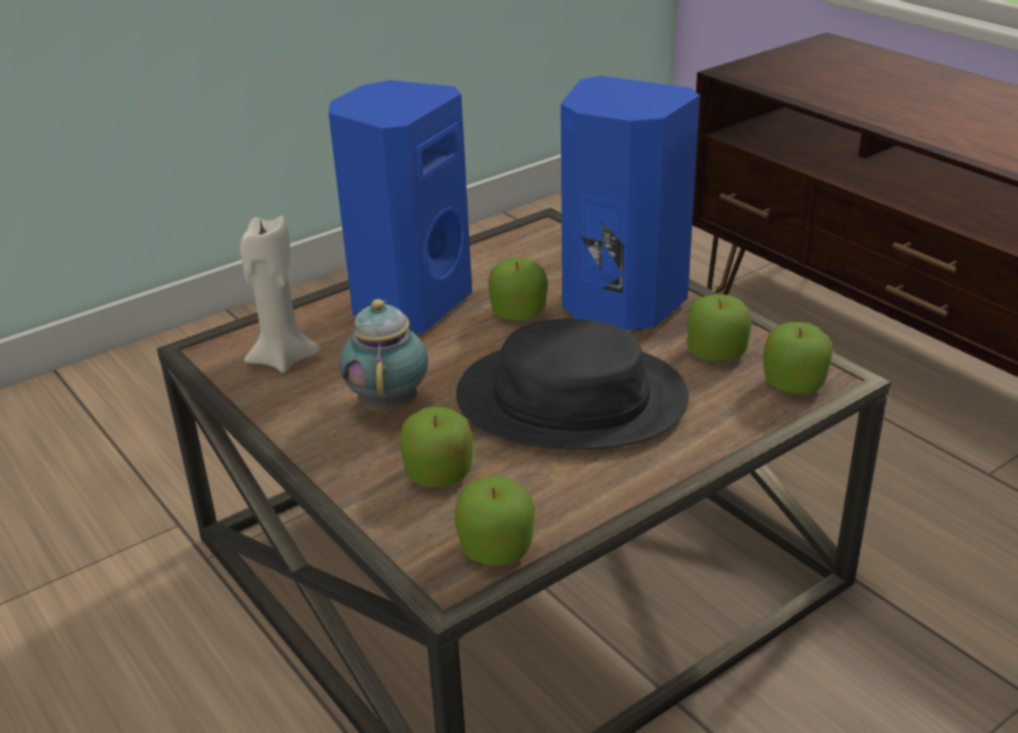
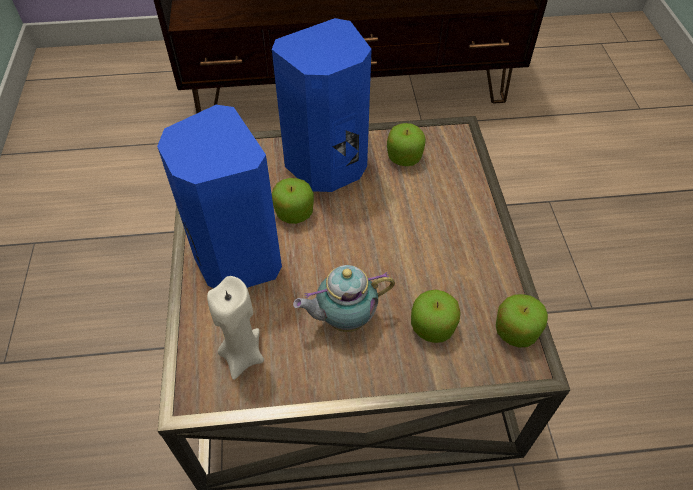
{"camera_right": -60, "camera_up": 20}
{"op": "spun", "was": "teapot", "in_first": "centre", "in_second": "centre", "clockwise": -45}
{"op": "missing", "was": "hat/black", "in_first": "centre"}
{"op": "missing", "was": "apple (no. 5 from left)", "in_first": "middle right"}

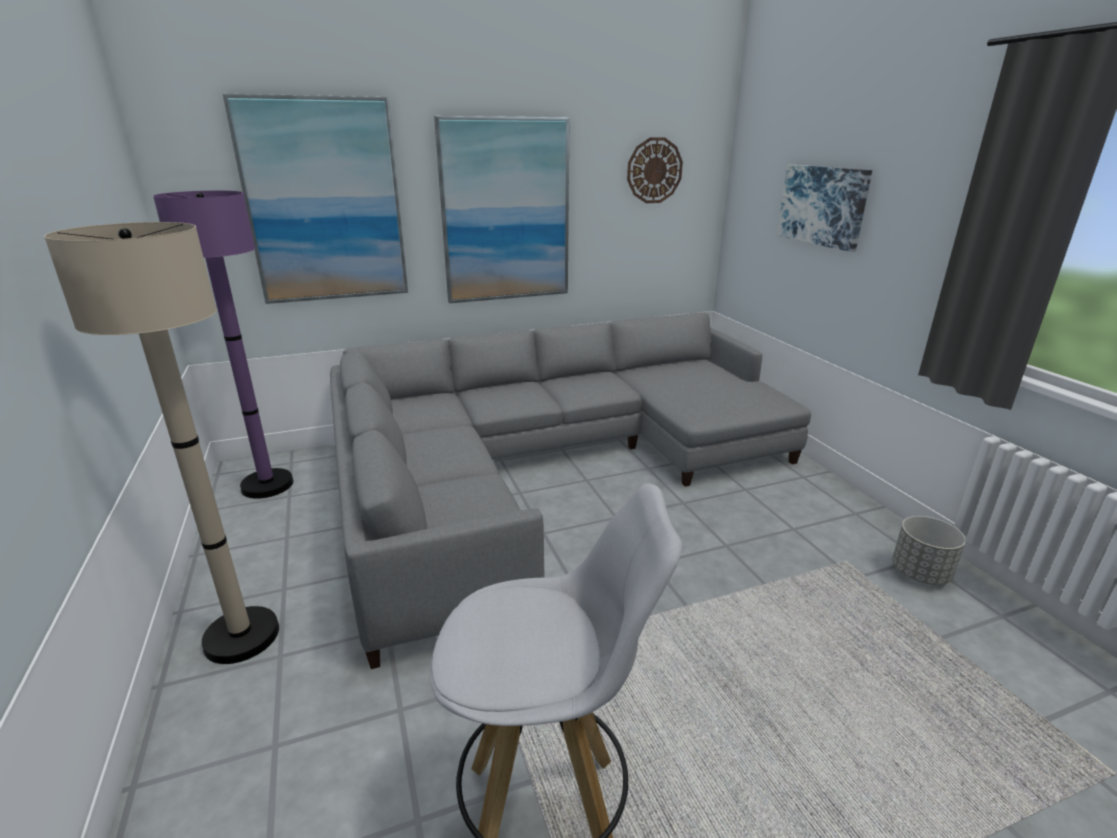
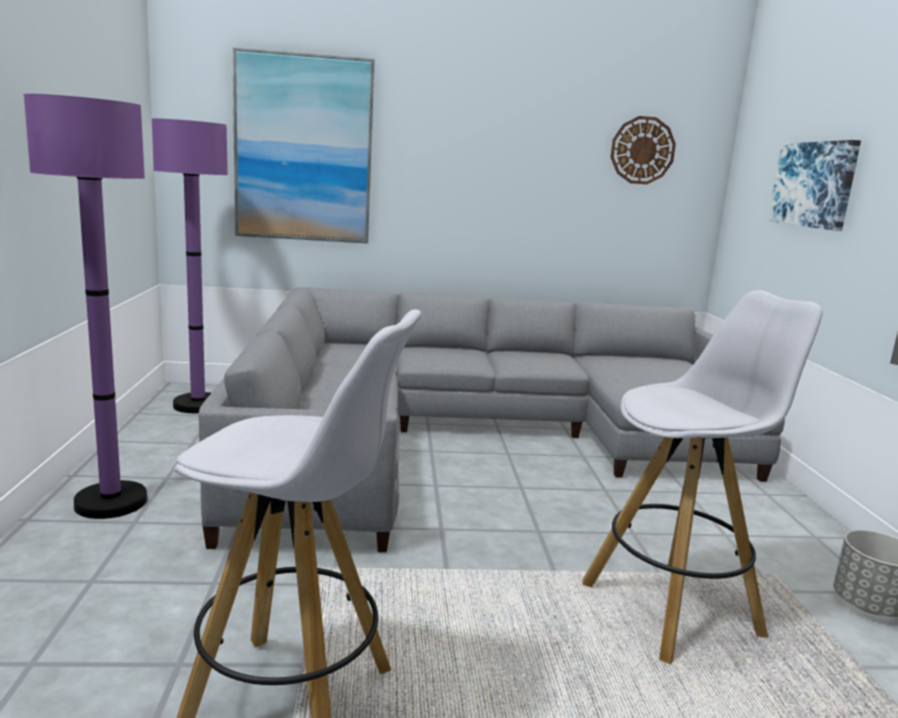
{"camera_right": 15, "camera_up": -10}
{"op": "missing", "was": "picture (no. 2 from left)", "in_first": "top centre"}
{"op": "colour", "was": "floor lamp/beige", "now": "floor lamp/purple (no. 1 from left)", "in_first": "middle left", "in_second": "middle left"}
{"op": "appeared", "now": "stool/white (no. 2 from left)", "in_second": "middle right"}

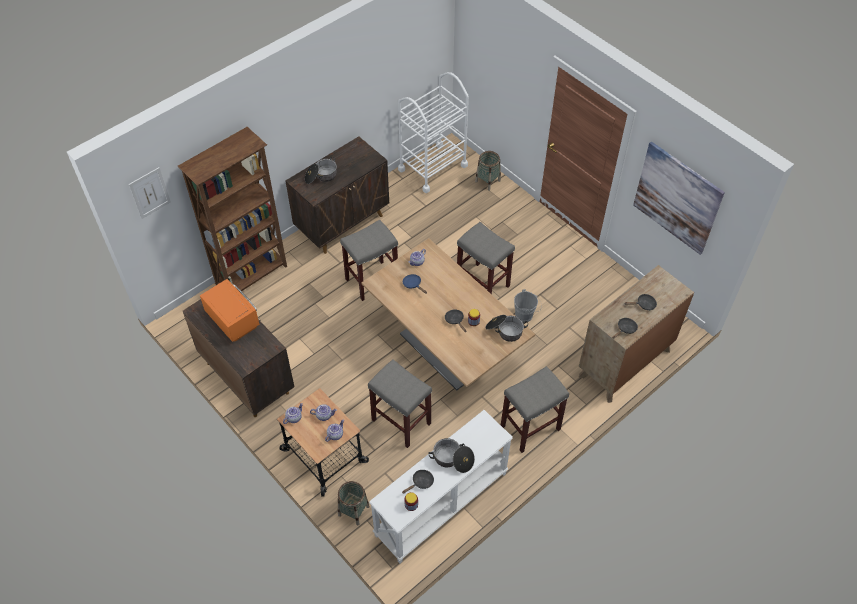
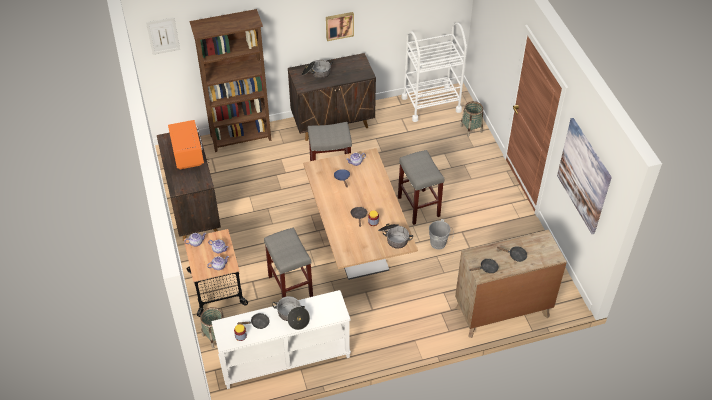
{"camera_right": 25, "camera_up": -5}
{"op": "missing", "was": "stool/grey (no. 4 from left)", "in_first": "bottom centre"}
{"op": "appeared", "now": "picture (no. 2 from left)", "in_second": "top centre"}

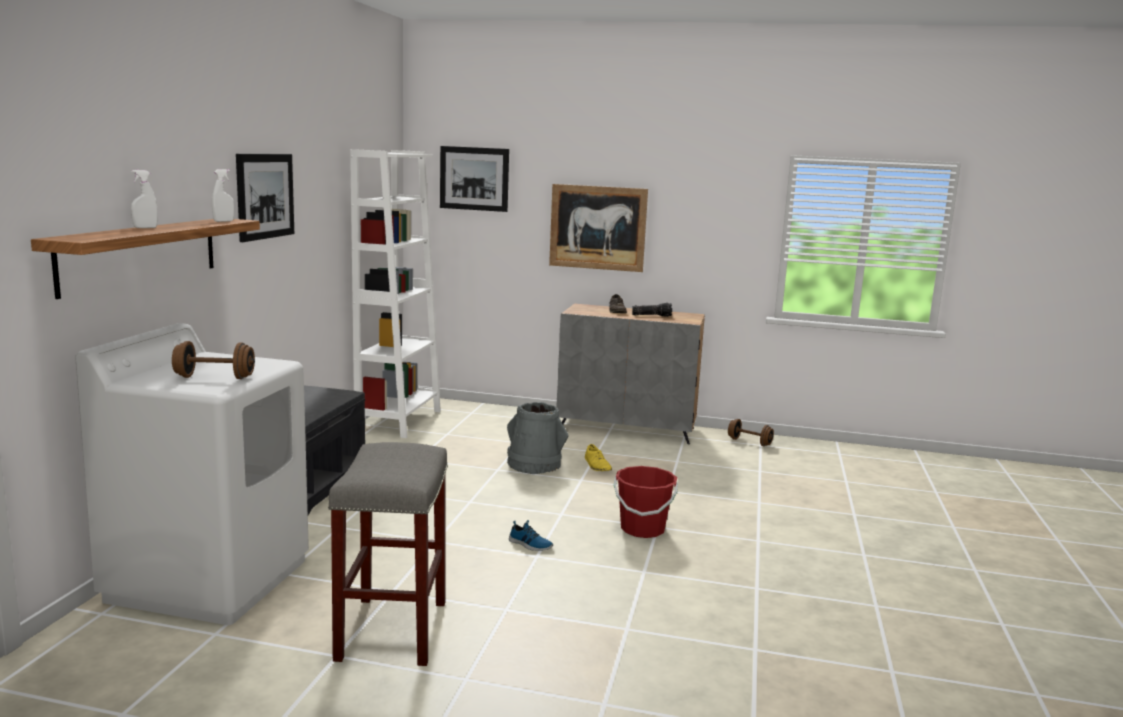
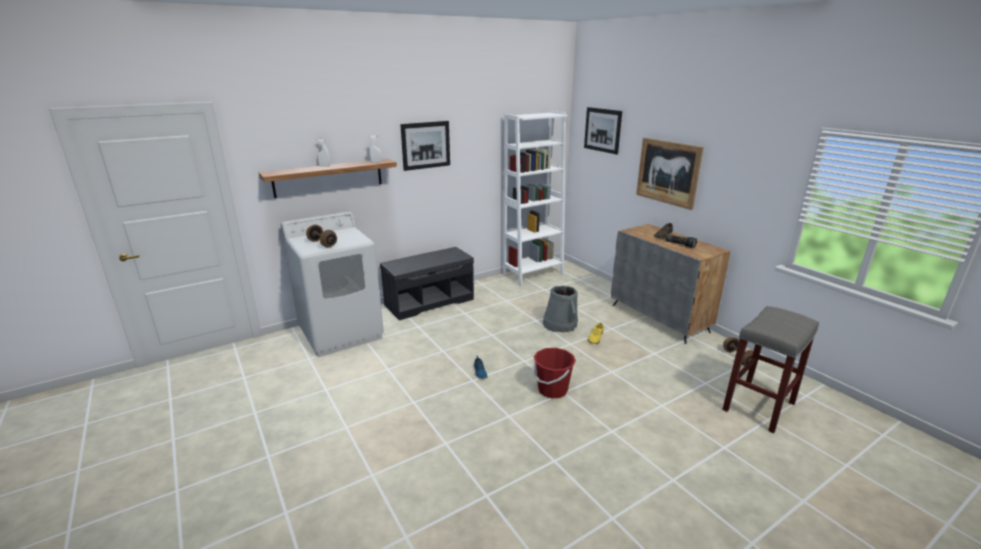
{"camera_right": 45, "camera_up": 10}
{"op": "relocated", "was": "stool/grey", "in_first": "bottom centre", "in_second": "bottom right"}

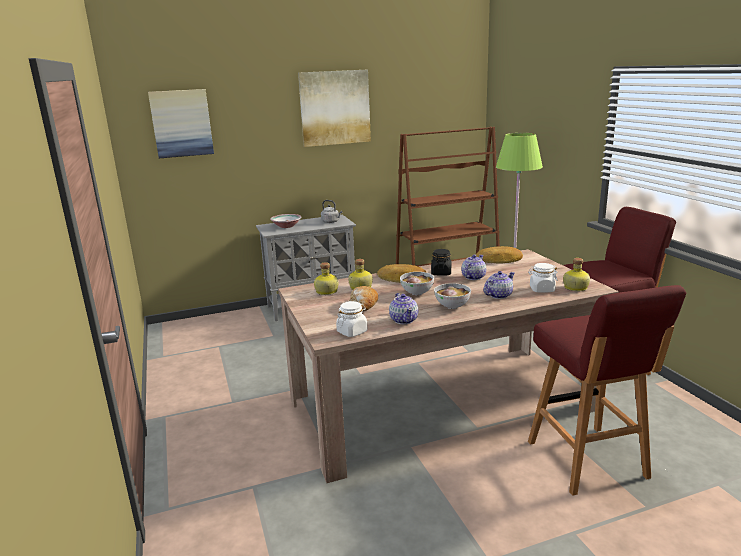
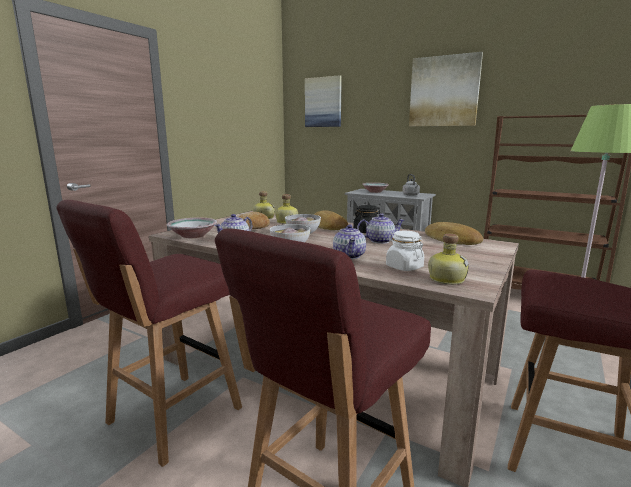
{"camera_right": 50, "camera_up": -5}
{"op": "spun", "was": "teapot (no. 3 from left in the first image)", "in_first": "middle right", "in_second": "centre", "clockwise": 75}
{"op": "exchanged", "was": "jar/white (no. 1 from left)", "now": "bowl (no. 1 from left)", "in_first": "centre", "in_second": "middle left"}
{"op": "appeared", "now": "stool/red (no. 1 from left)", "in_second": "bottom left"}

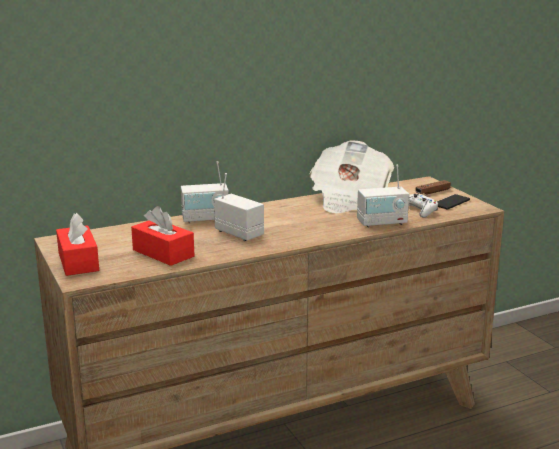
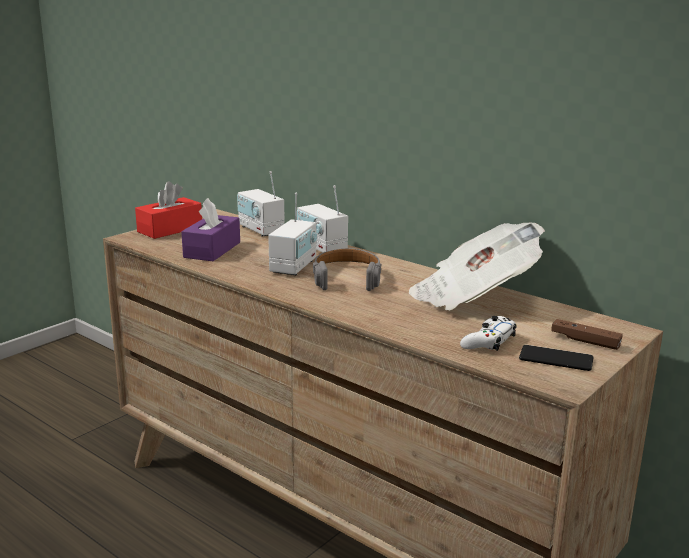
{"camera_right": 65, "camera_up": 0}
{"op": "relocated", "was": "radio (no. 3 from left in the first image)", "now": "radio (no. 1 from left)", "in_first": "middle right", "in_second": "centre"}
{"op": "colour", "was": "tissue box/red (no. 2 from left)", "now": "tissue box/purple", "in_first": "middle left", "in_second": "middle left"}
{"op": "appeared", "now": "headphones/grey", "in_second": "centre"}

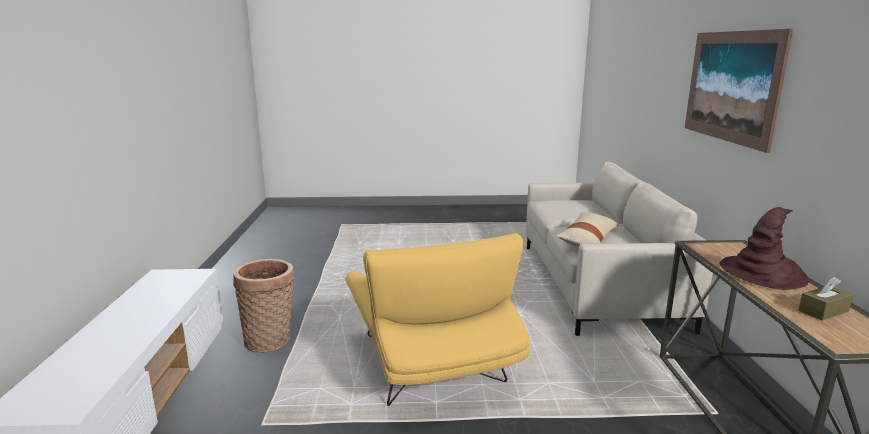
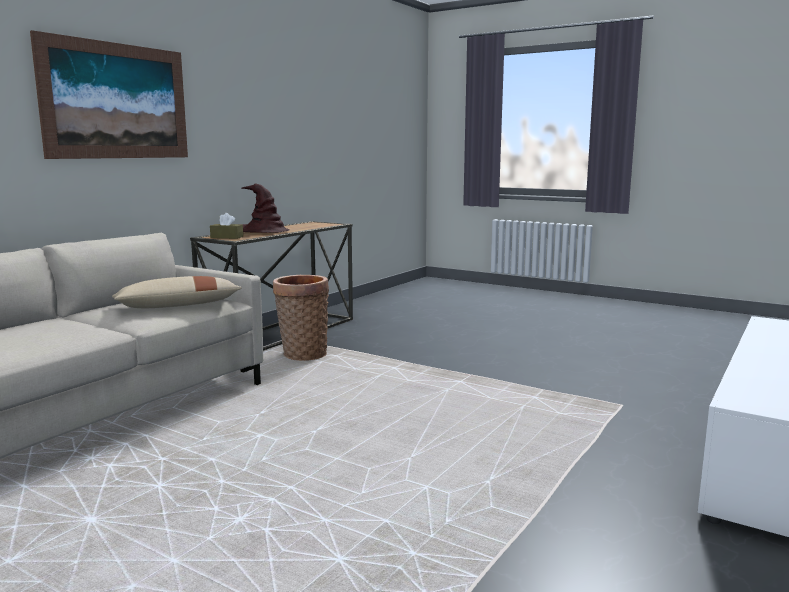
{"camera_right": -145, "camera_up": -5}
{"op": "missing", "was": "armchair/yellow", "in_first": "bottom centre"}
{"op": "relocated", "was": "basket", "in_first": "bottom left", "in_second": "centre"}
{"op": "relocated", "was": "tissue box/brown", "in_first": "bottom right", "in_second": "middle left"}

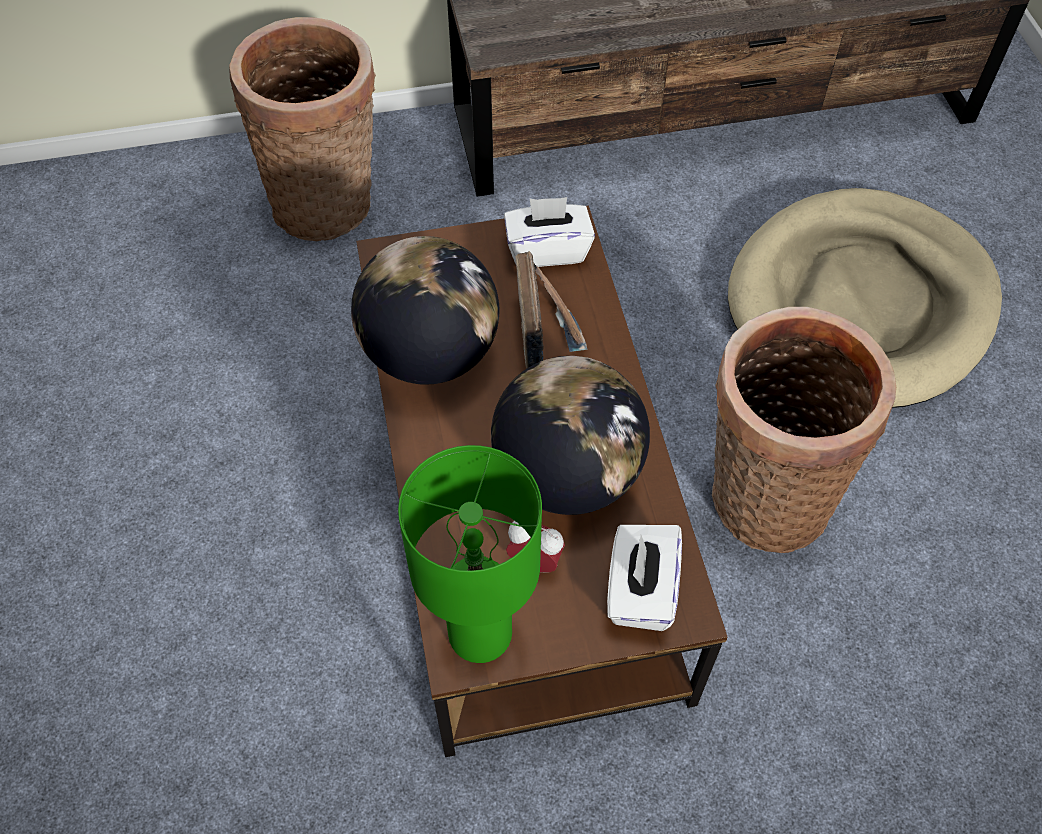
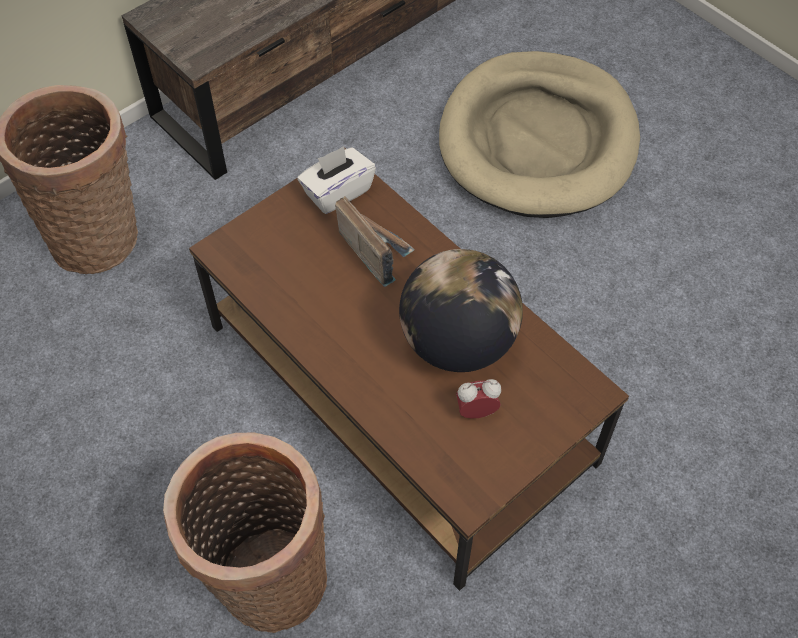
{"camera_right": -30, "camera_up": 0}
{"op": "missing", "was": "globe (no. 1 from left)", "in_first": "centre"}
{"op": "relocated", "was": "basket (no. 2 from left)", "in_first": "middle right", "in_second": "bottom left"}
{"op": "missing", "was": "table lamp/green", "in_first": "centre"}
{"op": "missing", "was": "tissue box/white (no. 2 from left)", "in_first": "bottom centre"}

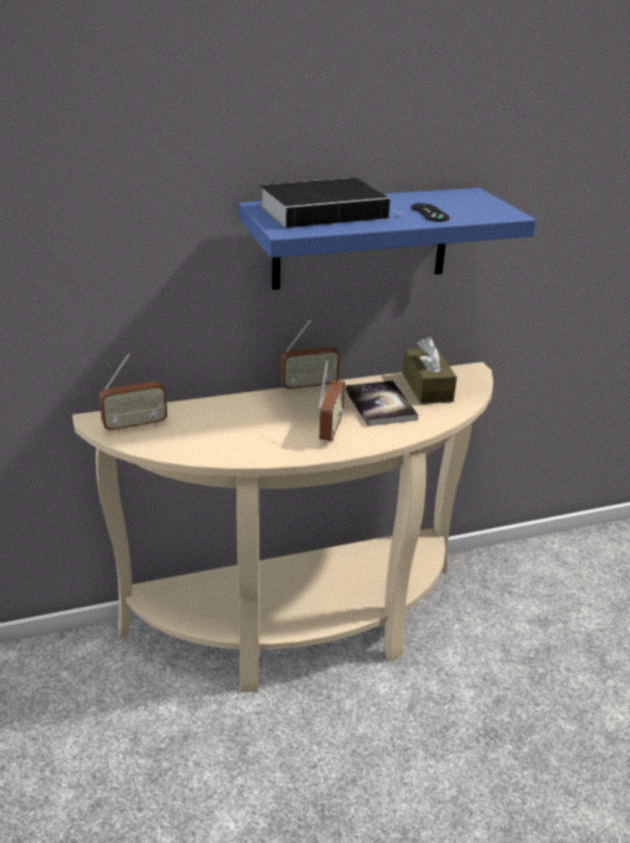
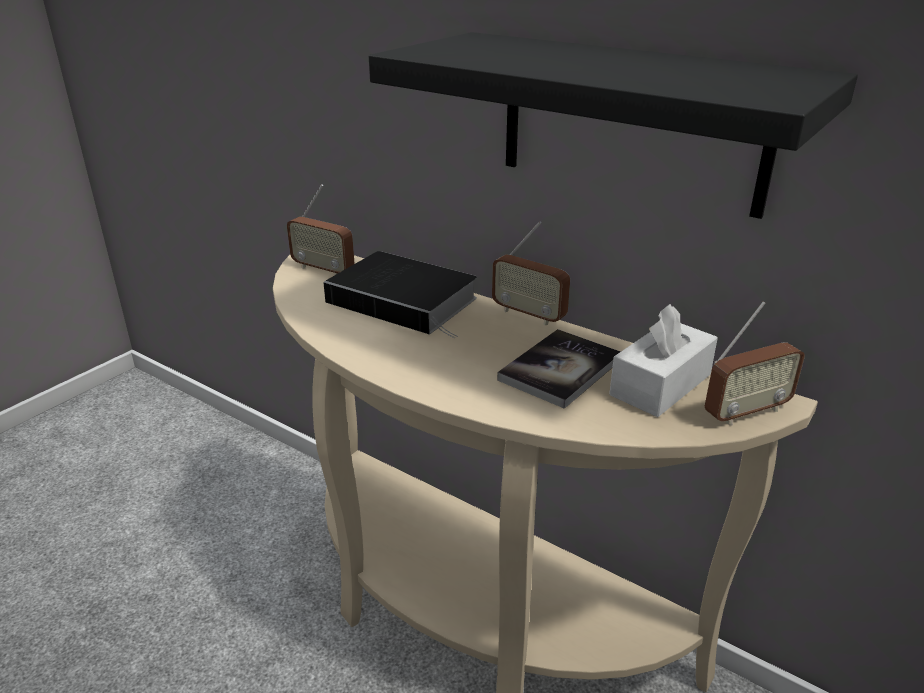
{"camera_right": 55, "camera_up": 0}
{"op": "relocated", "was": "book (no. 1 from left)", "in_first": "top centre", "in_second": "centre"}
{"op": "colour", "was": "shelf/blue", "now": "shelf/black", "in_first": "top centre", "in_second": "top centre"}
{"op": "missing", "was": "game controller/black", "in_first": "top right"}
{"op": "colour", "was": "tissue box/brown", "now": "tissue box/white", "in_first": "middle right", "in_second": "middle right"}
{"op": "relocated", "was": "radio (no. 3 from left)", "in_first": "centre", "in_second": "middle right"}

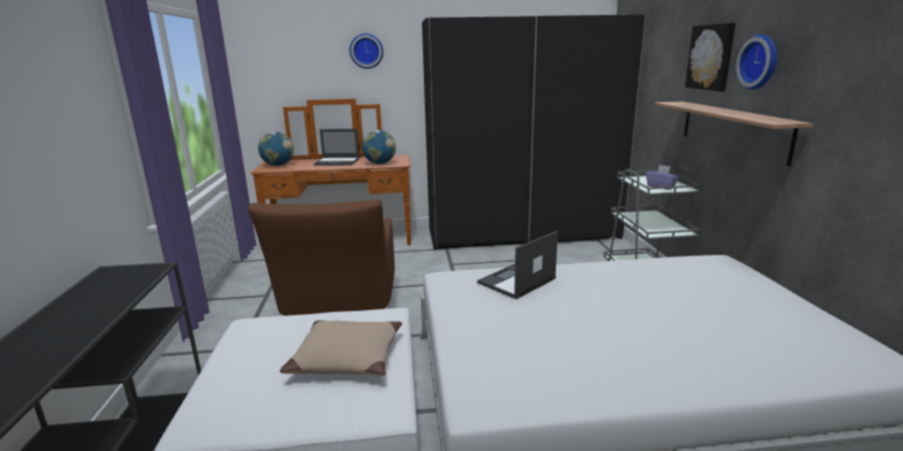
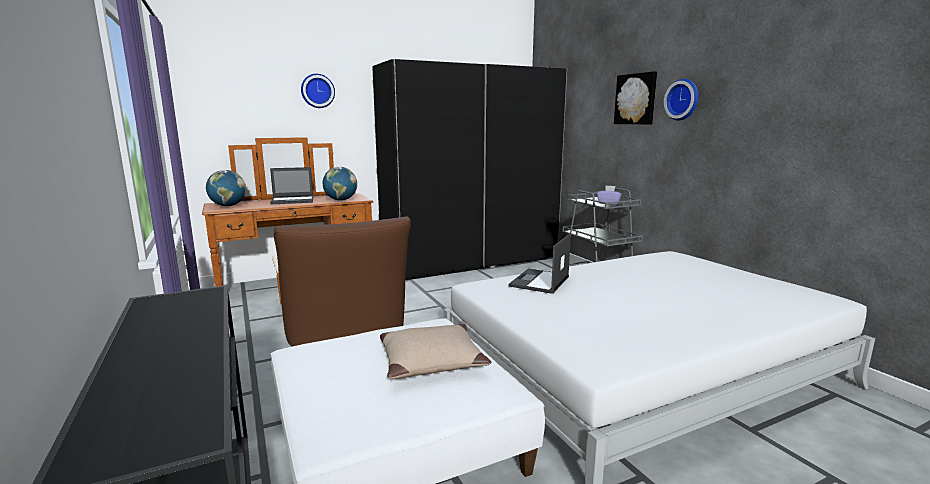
{"camera_right": -20, "camera_up": -5}
{"op": "missing", "was": "shelf", "in_first": "top right"}

